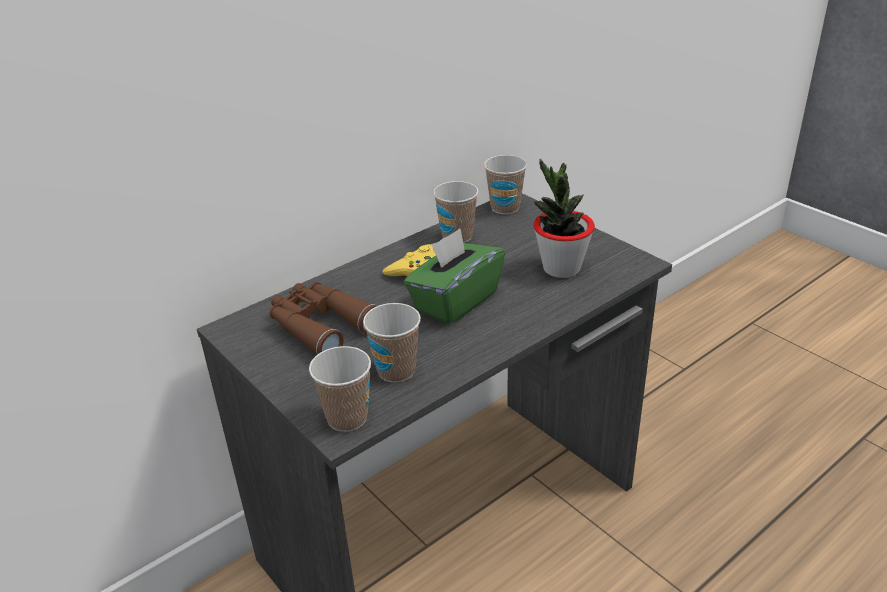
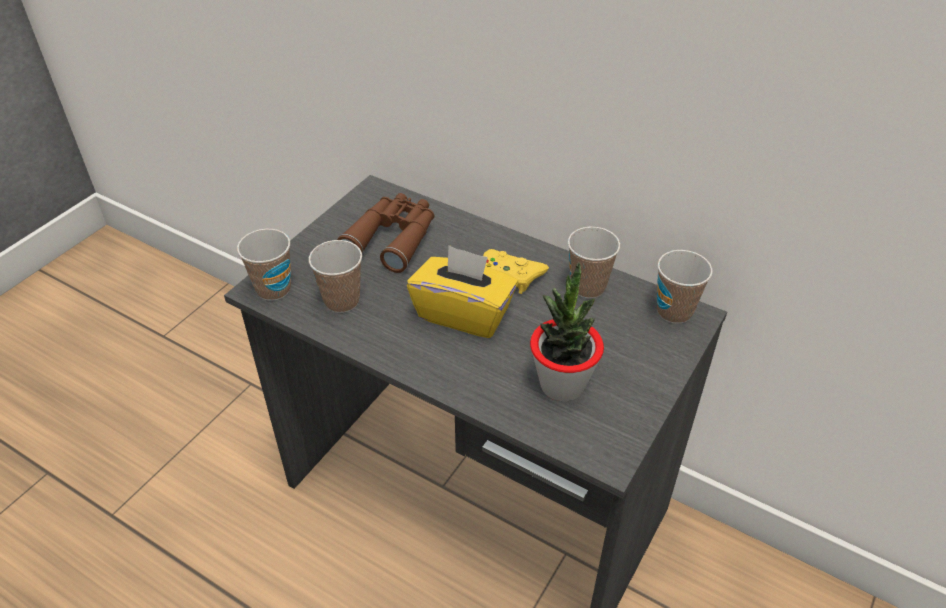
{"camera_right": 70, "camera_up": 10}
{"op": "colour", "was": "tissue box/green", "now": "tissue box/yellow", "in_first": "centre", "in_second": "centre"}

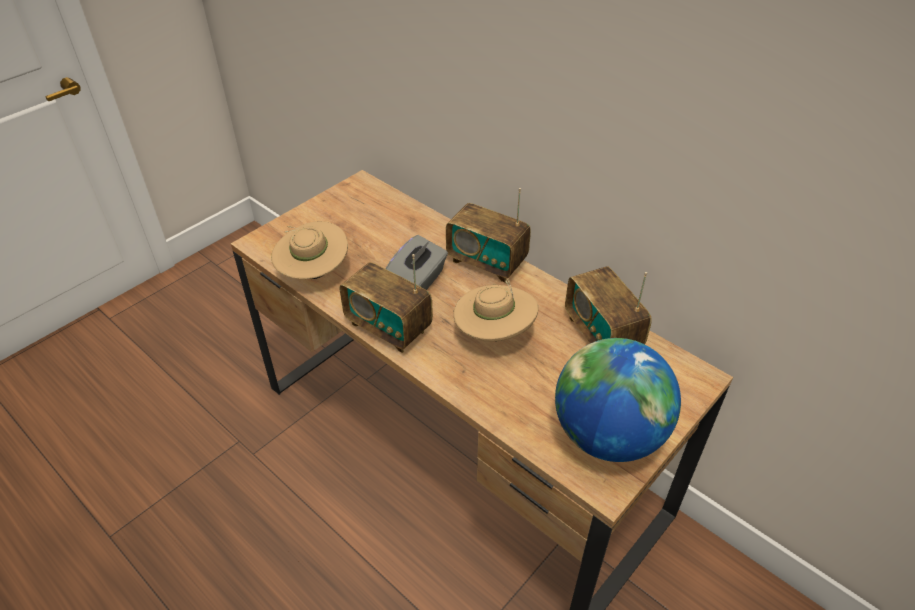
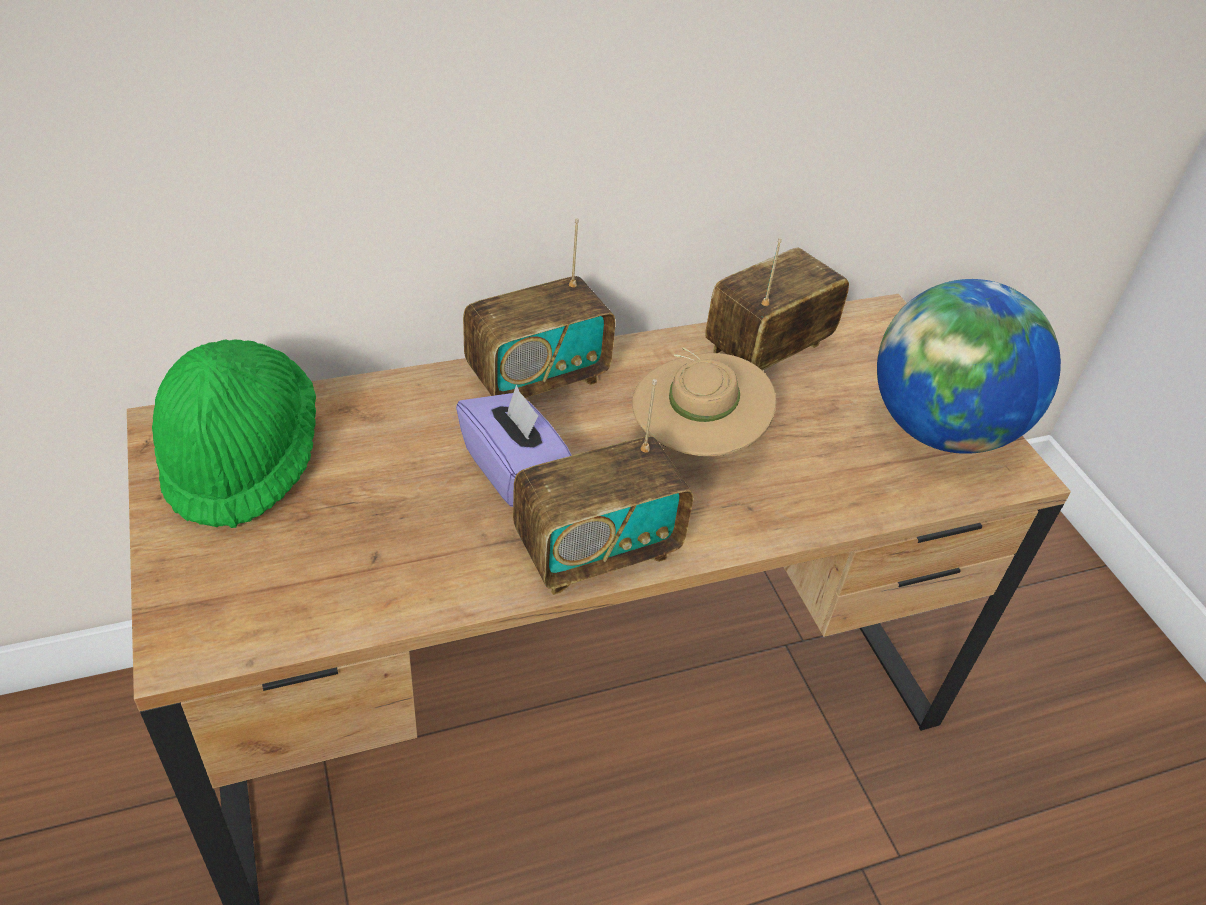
{"camera_right": -65, "camera_up": 0}
{"op": "missing", "was": "hat/beige (no. 1 from left)", "in_first": "centre"}
{"op": "colour", "was": "tissue box/grey", "now": "tissue box/purple", "in_first": "centre", "in_second": "centre"}
{"op": "spun", "was": "radio (no. 3 from left)", "in_first": "centre", "in_second": "centre", "clockwise": 135}
{"op": "appeared", "now": "hat/green", "in_second": "middle left"}

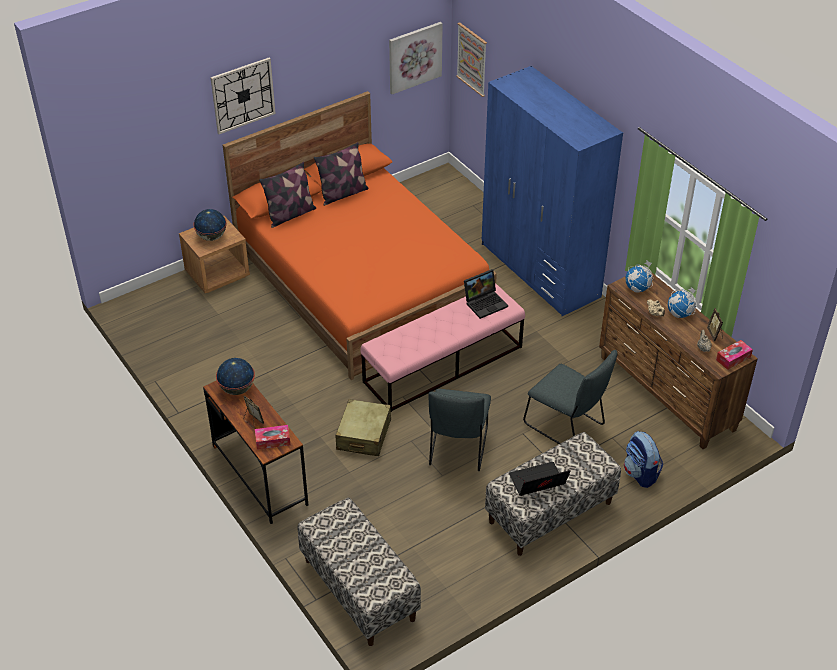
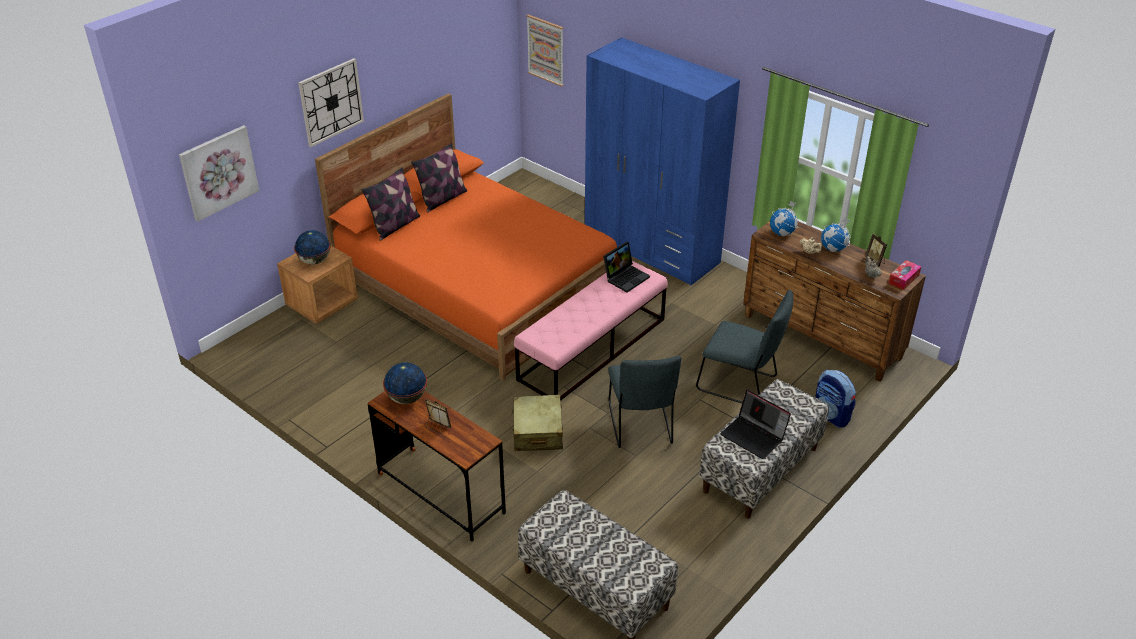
{"camera_right": -15, "camera_up": -5}
{"op": "relocated", "was": "picture (no. 1 from left)", "in_first": "top centre", "in_second": "top left"}
{"op": "missing", "was": "tissue box (no. 1 from left)", "in_first": "middle left"}
{"op": "spun", "was": "laptop (no. 2 from left)", "in_first": "bottom centre", "in_second": "centre", "clockwise": -105}

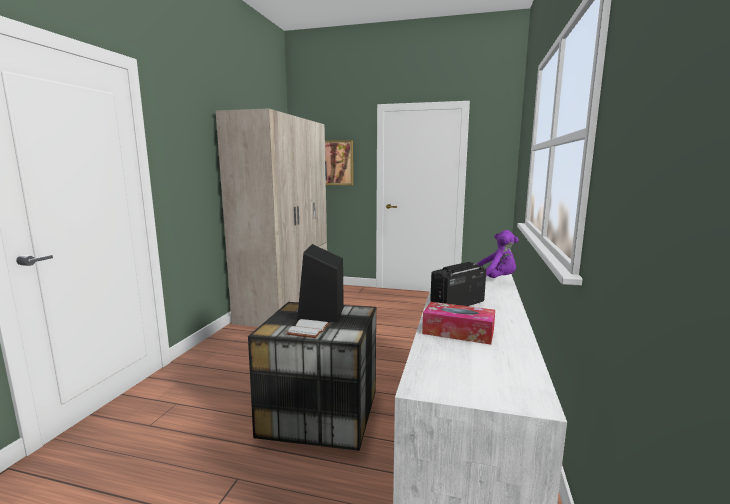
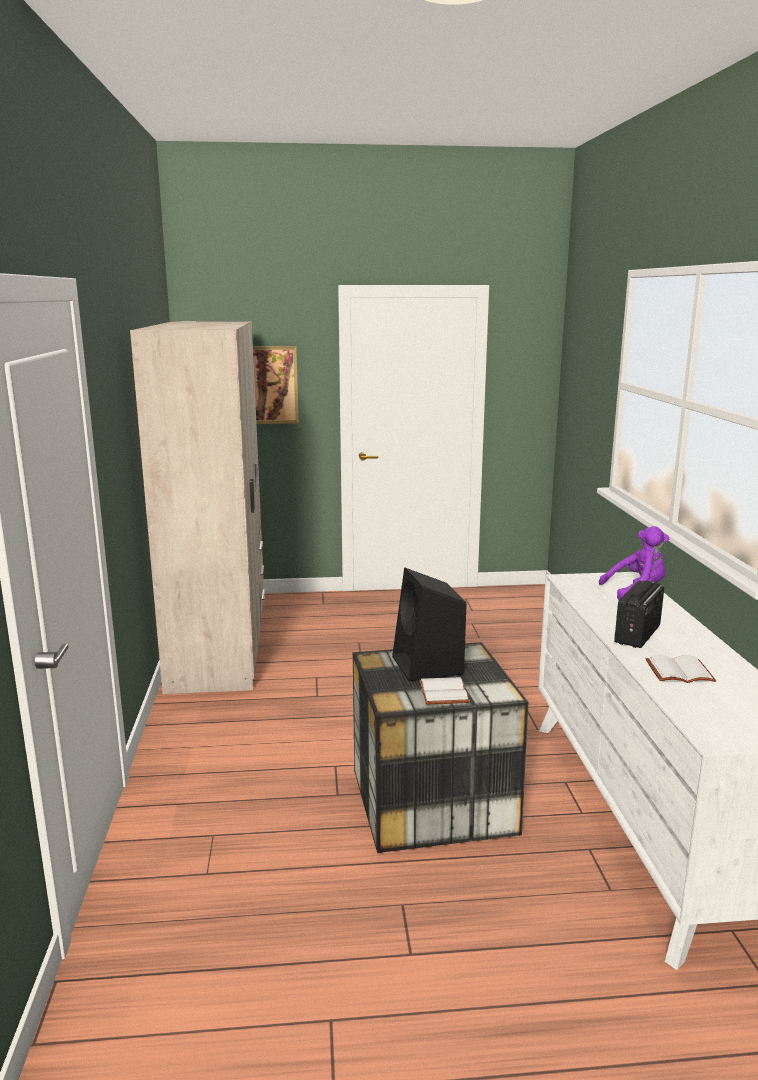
{"camera_right": -20, "camera_up": 5}
{"op": "exchanged", "was": "tissue box", "now": "book/white (no. 2 from left)", "in_first": "centre", "in_second": "middle right"}

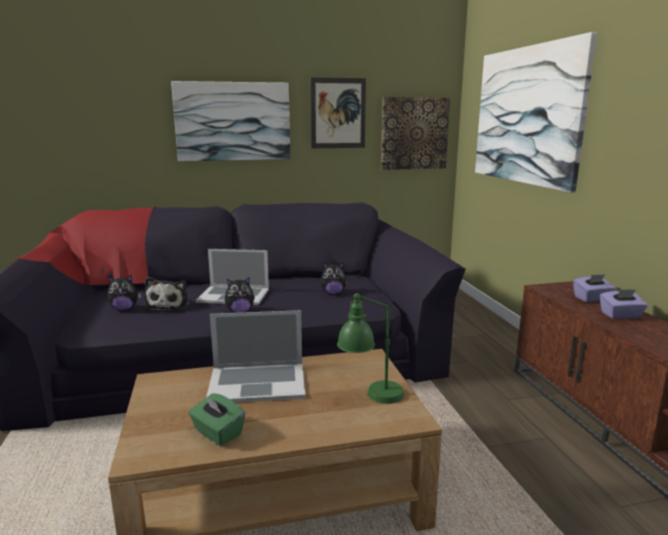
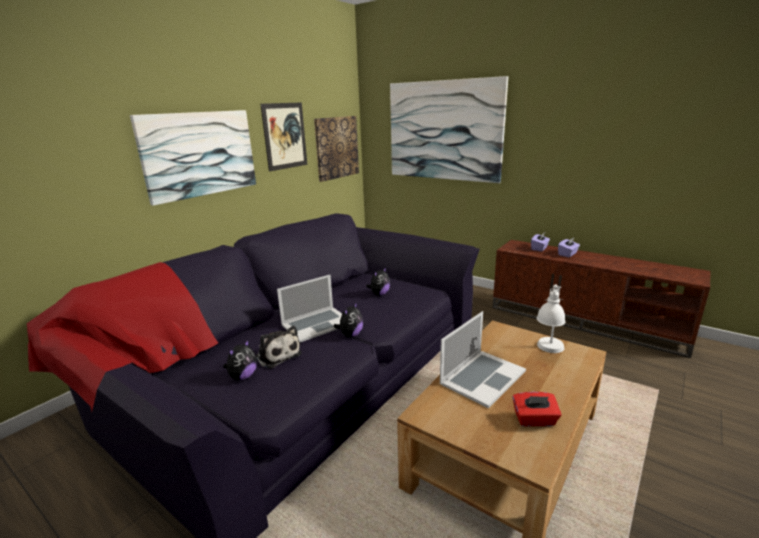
{"camera_right": -40, "camera_up": 5}
{"op": "colour", "was": "table lamp/green", "now": "table lamp/white", "in_first": "centre", "in_second": "middle right"}
{"op": "colour", "was": "tissue box/green", "now": "tissue box/red", "in_first": "bottom left", "in_second": "bottom right"}

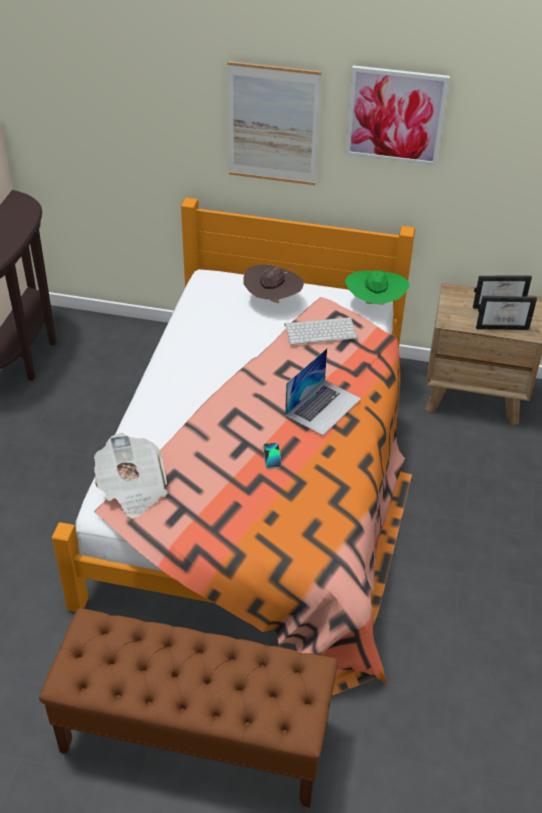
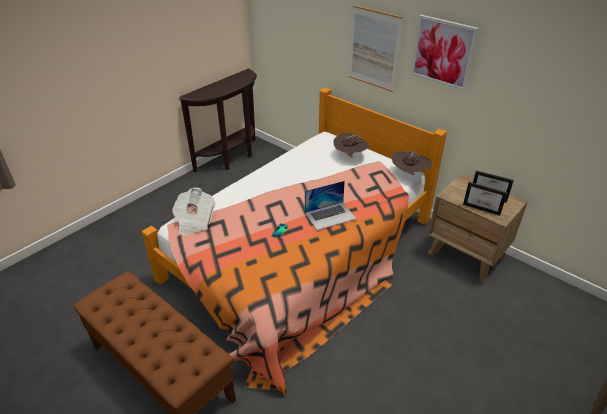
{"camera_right": 30, "camera_up": -5}
{"op": "colour", "was": "hat/green", "now": "hat/brown (no. 2 from left)", "in_first": "middle right", "in_second": "middle right"}
{"op": "missing", "was": "keyboard", "in_first": "centre"}

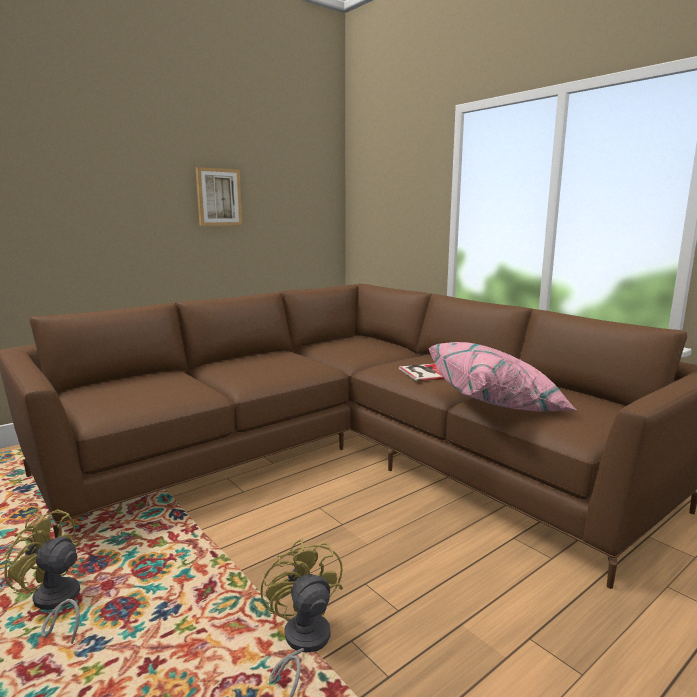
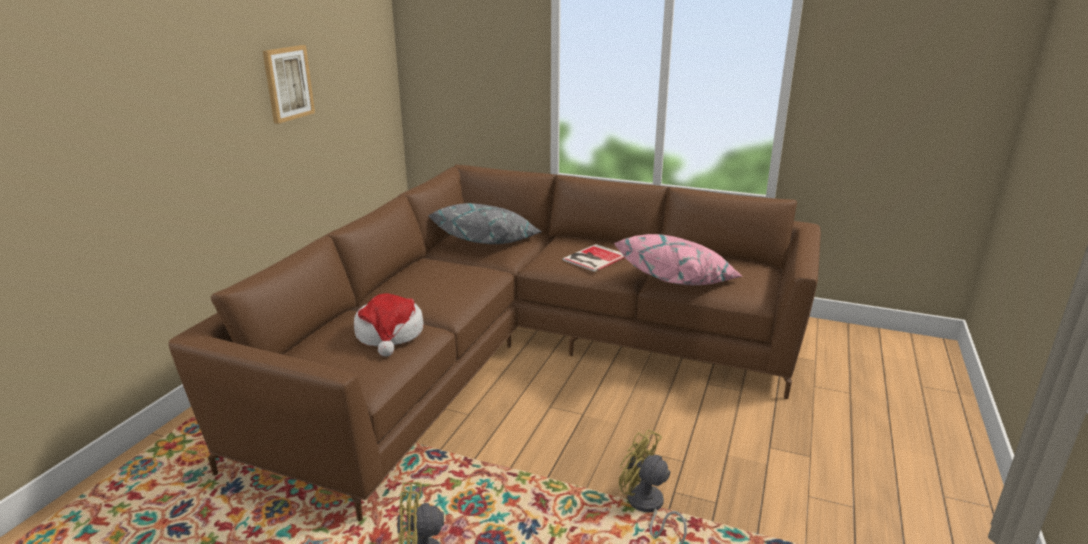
{"camera_right": -30, "camera_up": 10}
{"op": "appeared", "now": "pillow/grey", "in_second": "centre"}
{"op": "appeared", "now": "hat", "in_second": "centre"}

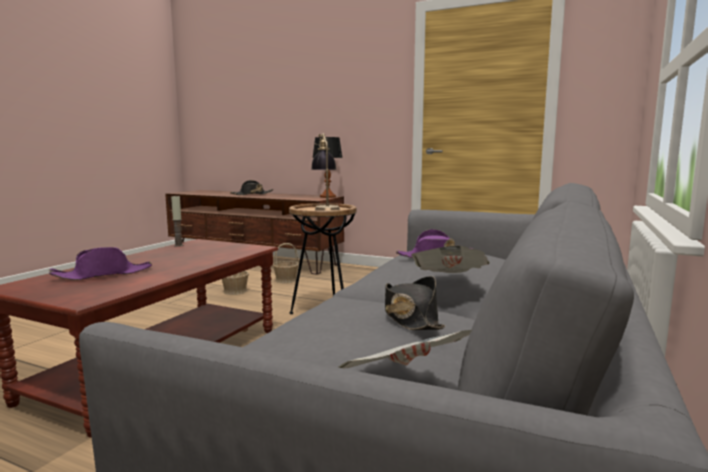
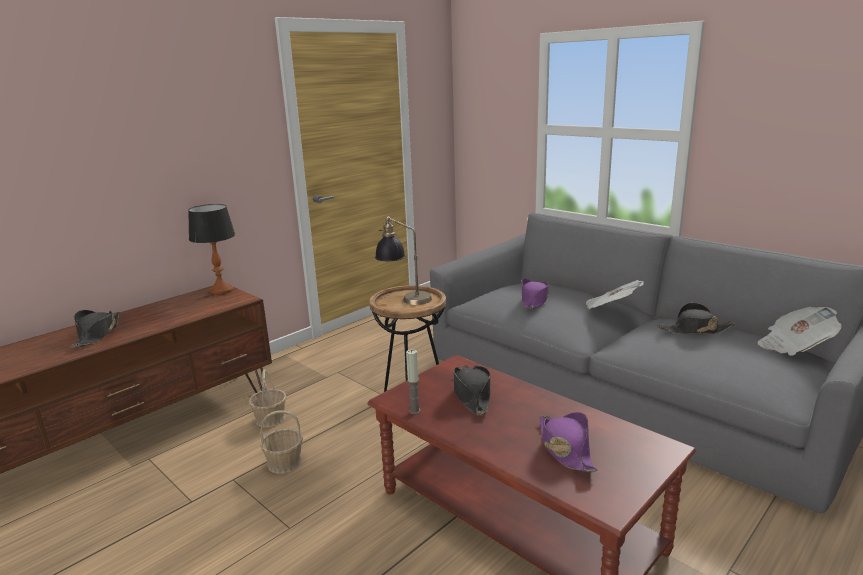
{"camera_right": -70, "camera_up": 10}
{"op": "appeared", "now": "hat/black (no. 2 from left)", "in_second": "bottom centre"}

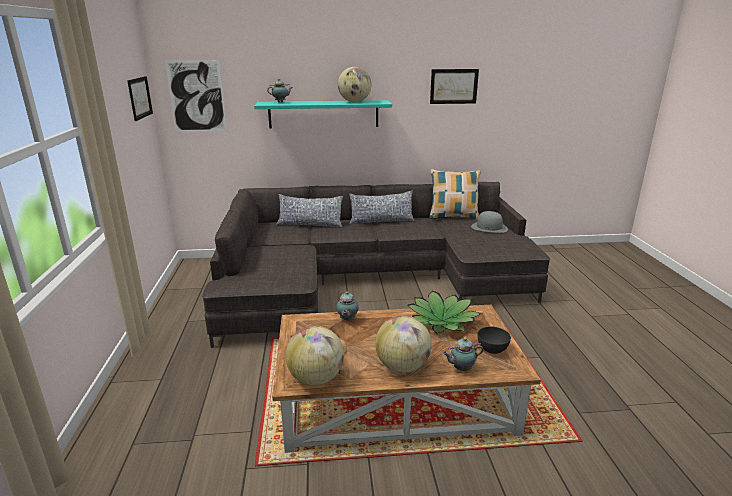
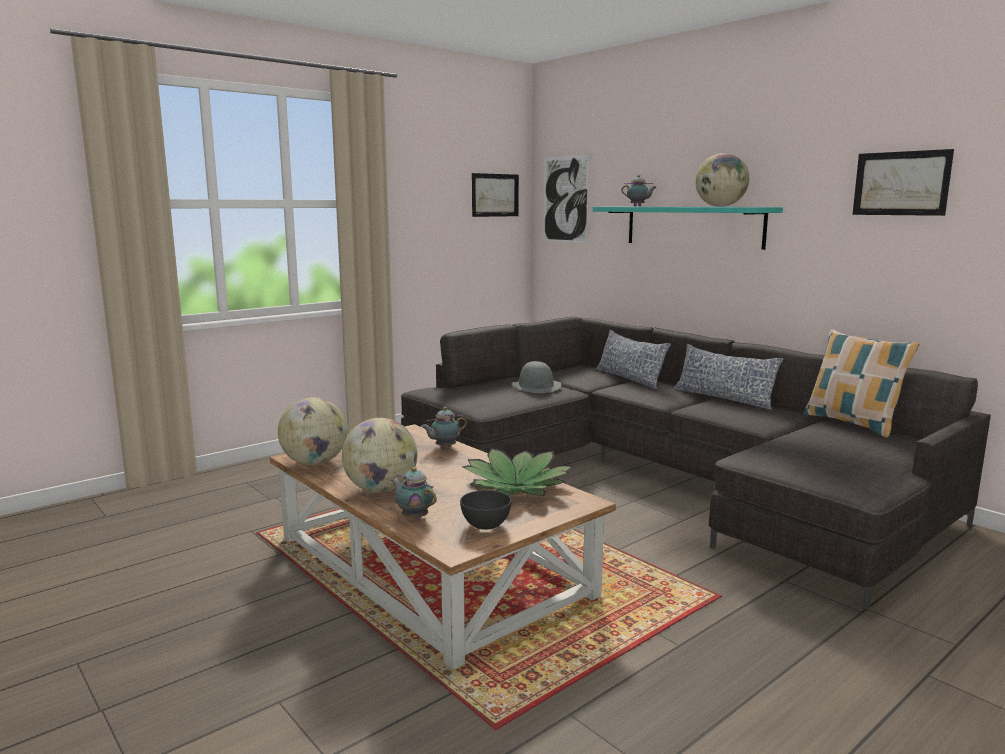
{"camera_right": 55, "camera_up": -10}
{"op": "relocated", "was": "hat/grey", "in_first": "middle right", "in_second": "centre"}

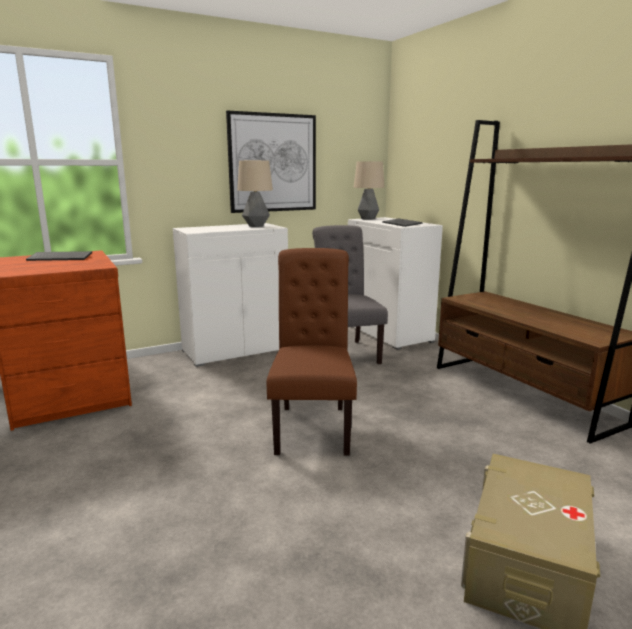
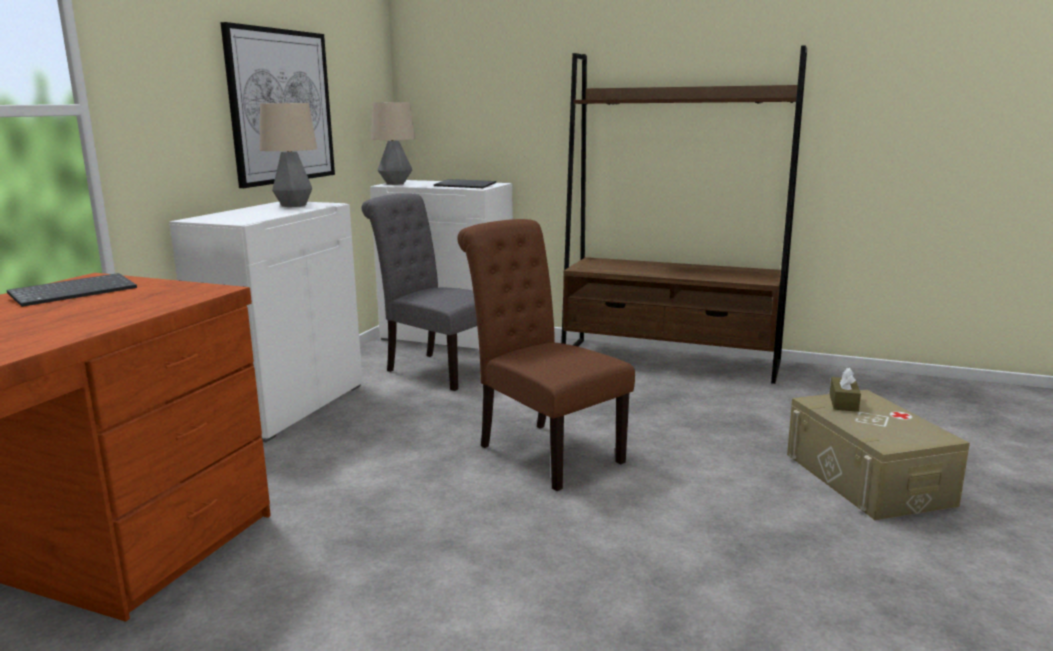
{"camera_right": -40, "camera_up": 0}
{"op": "appeared", "now": "tissue box/brown", "in_second": "middle right"}

